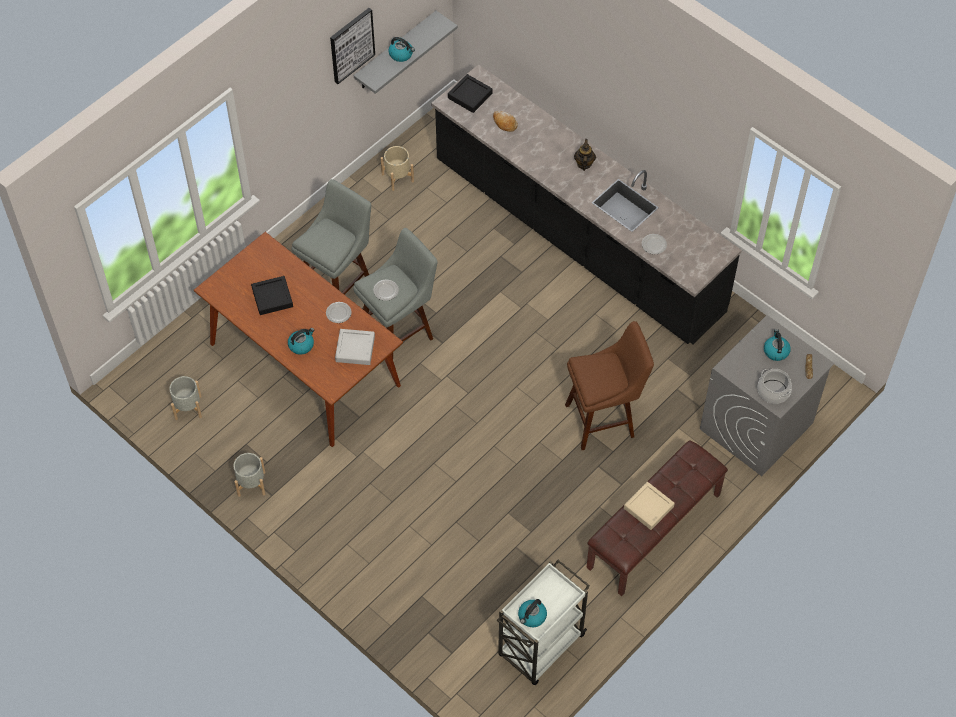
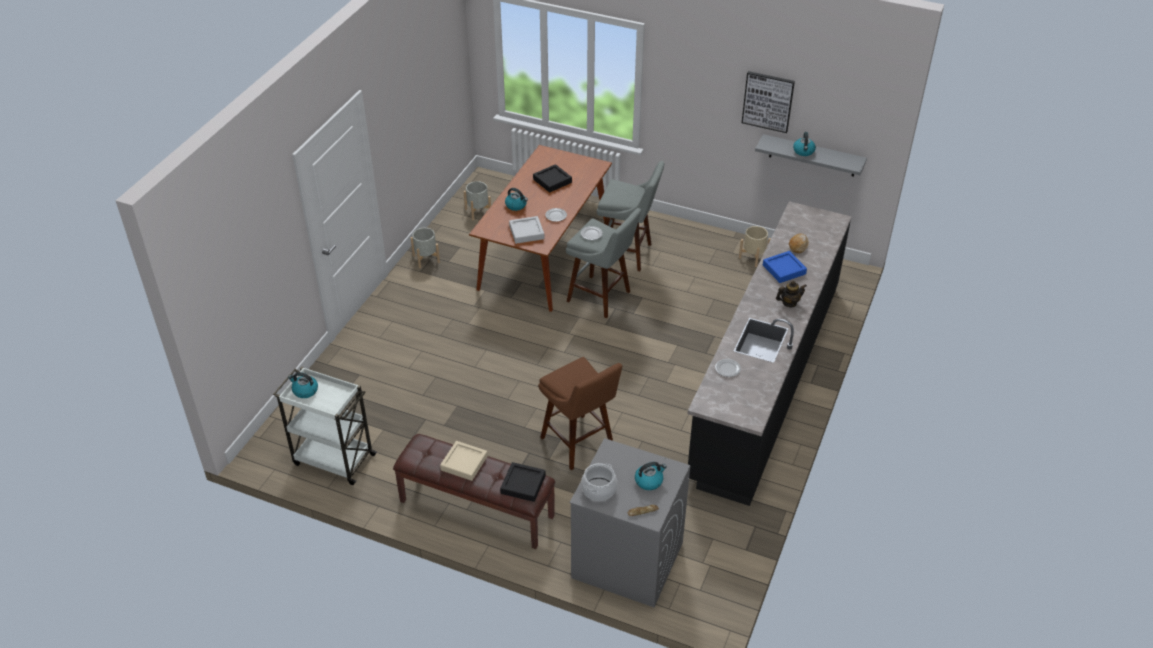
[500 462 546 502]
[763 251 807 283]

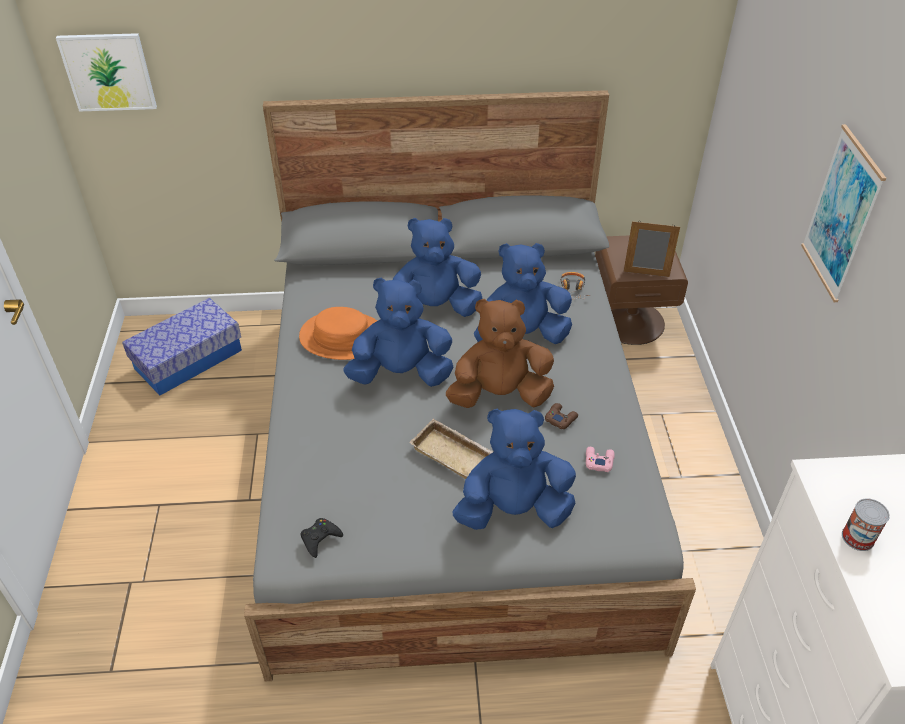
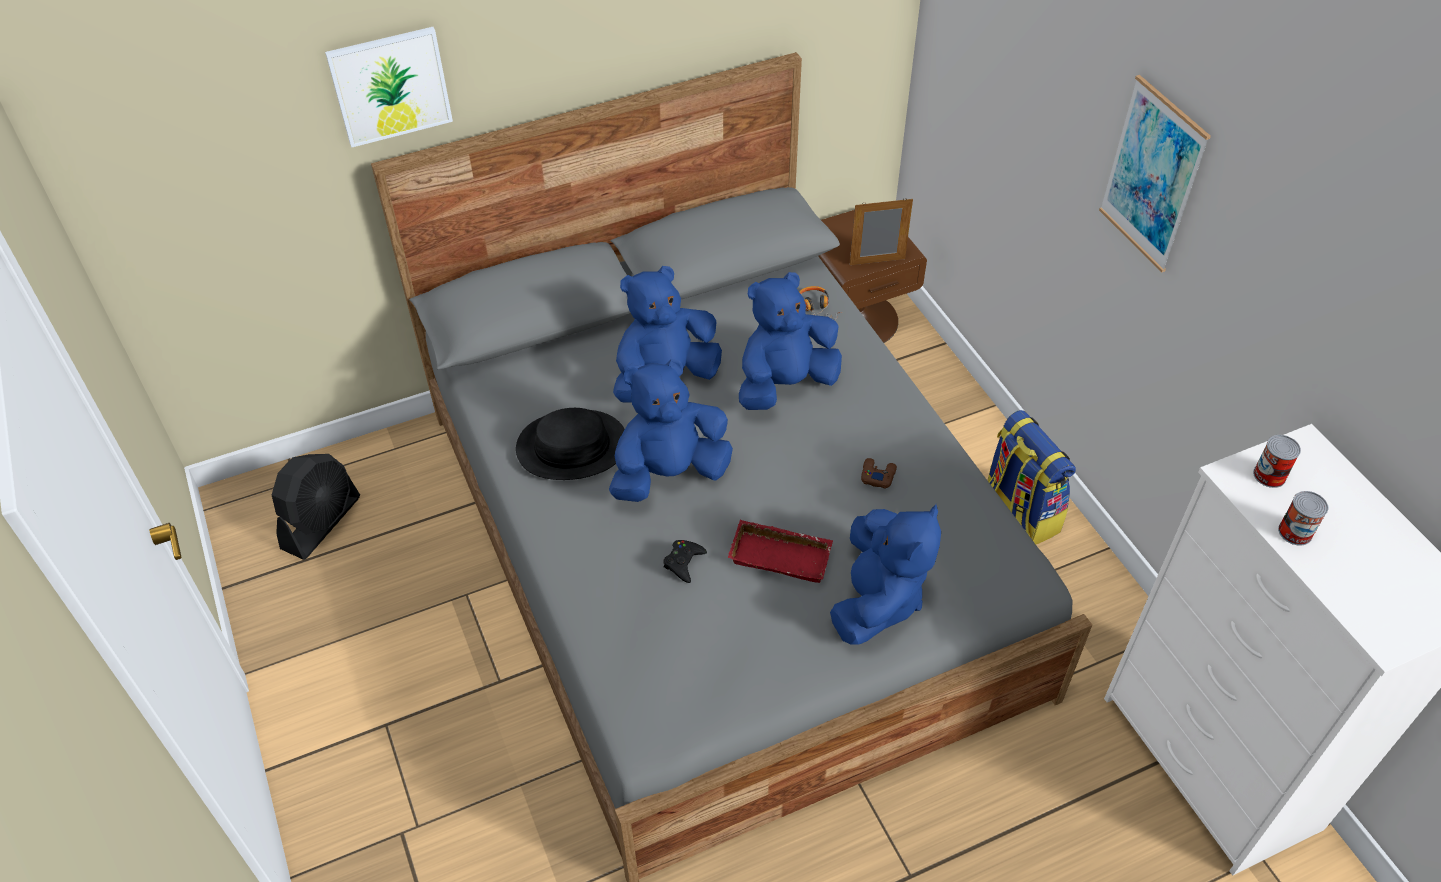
[272 454 360 560]
[325 27 453 148]
[516 408 625 480]
[663 540 707 583]
[728 520 833 583]
[830 504 941 645]
[988 410 1076 544]
[1253 435 1301 488]
[446 299 554 408] (first image)
[586 447 615 472] (first image)

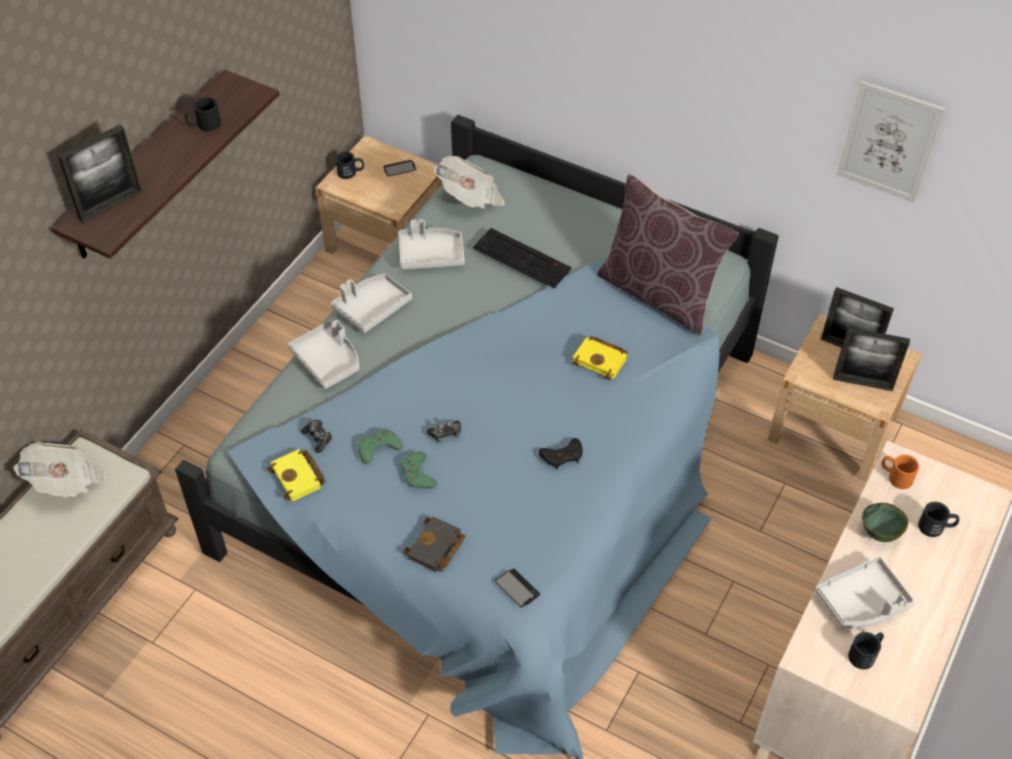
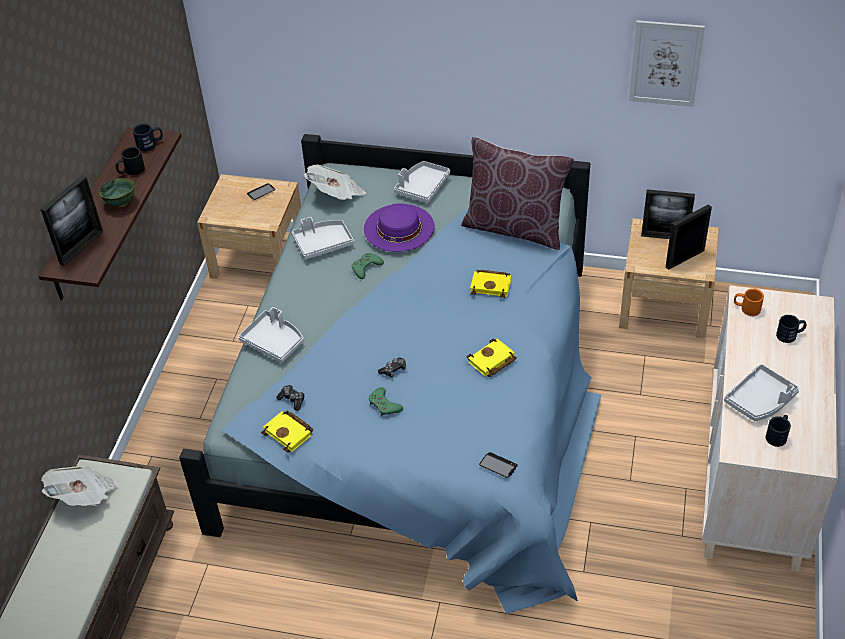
[98 178 135 207]
[133 123 163 151]
[352 253 384 279]
[364 203 435 252]
[394 161 450 203]
[467 339 517 377]
[666 204 712 270]
[403 516 466 572] (first image)

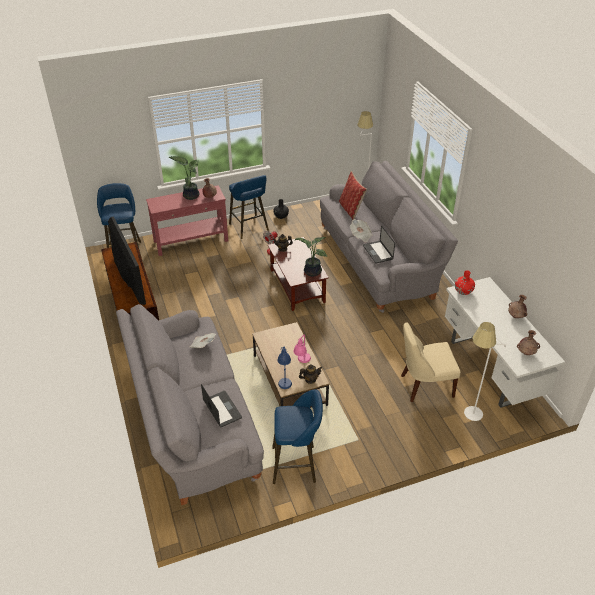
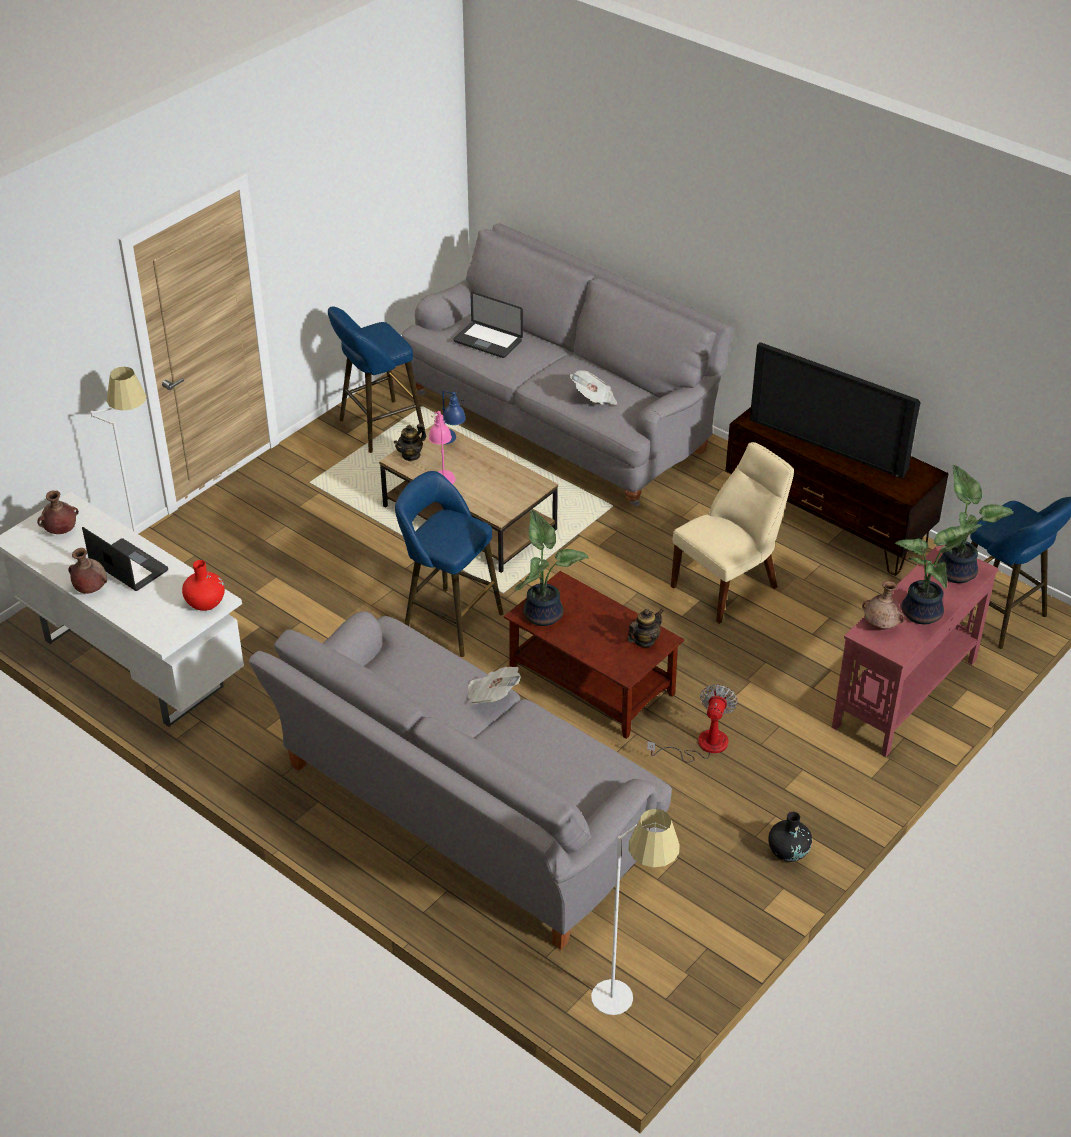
[82 527 168 591]
[395 471 504 657]
[671 442 794 624]
[937 465 1013 583]
[339 171 367 220] (first image)

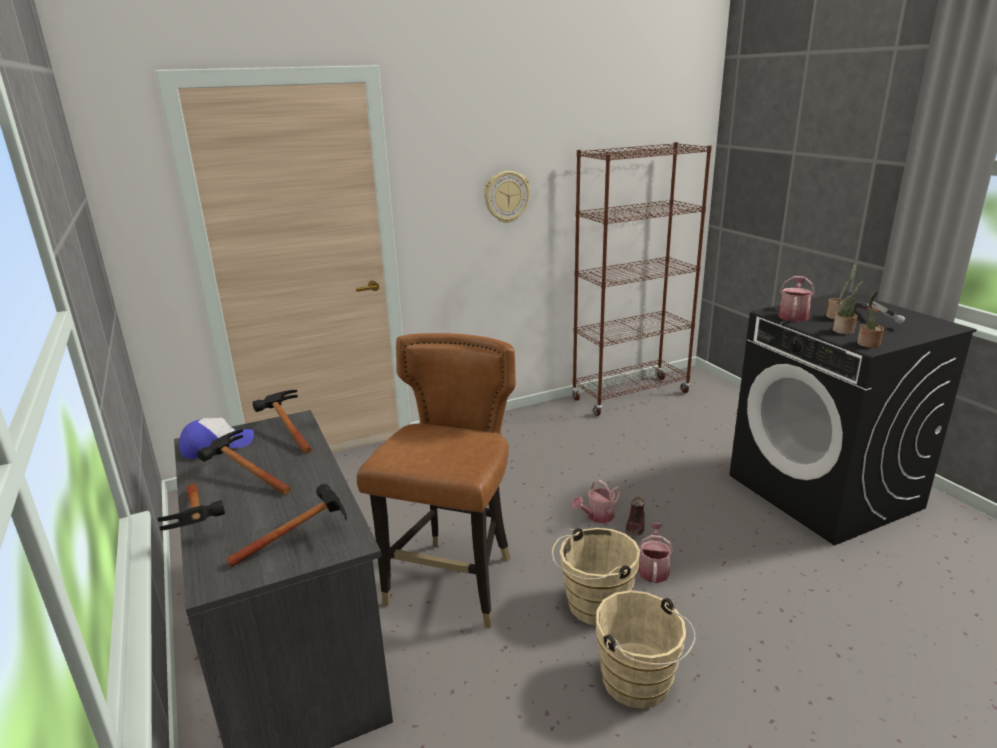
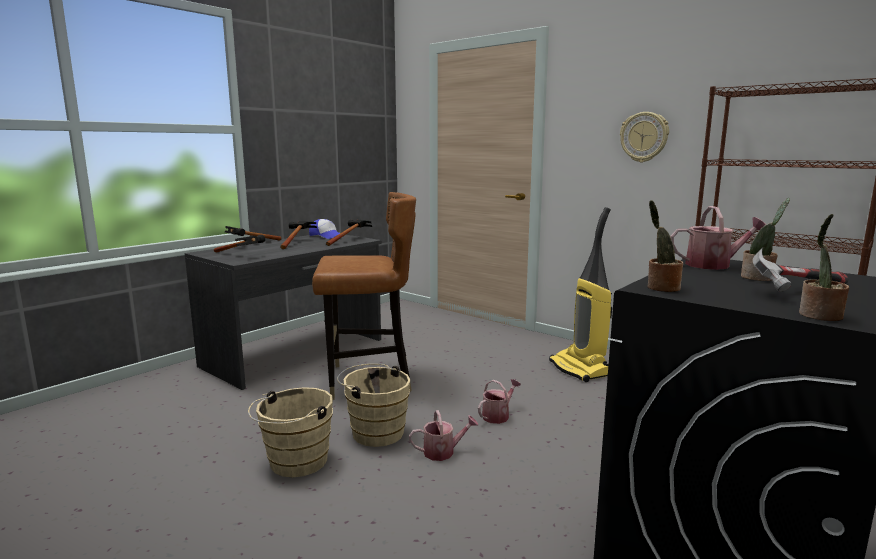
[478 379 521 424]
[549 207 612 382]
[799 214 849 321]
[625 497 645 536] (first image)

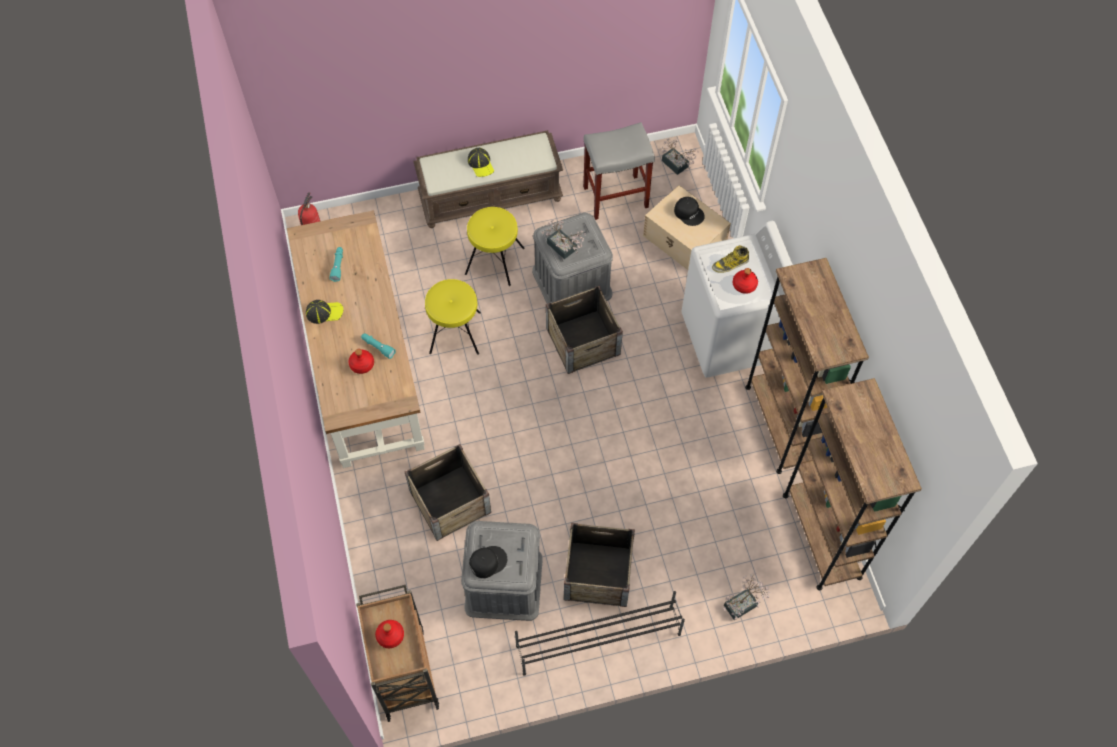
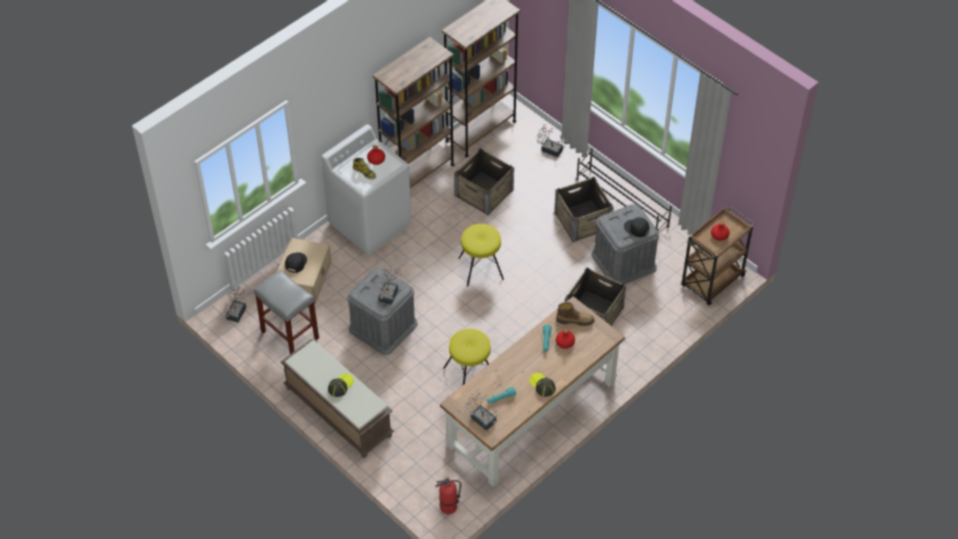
[454 148 514 215]
[459 224 504 287]
[464 389 501 431]
[556 302 595 326]

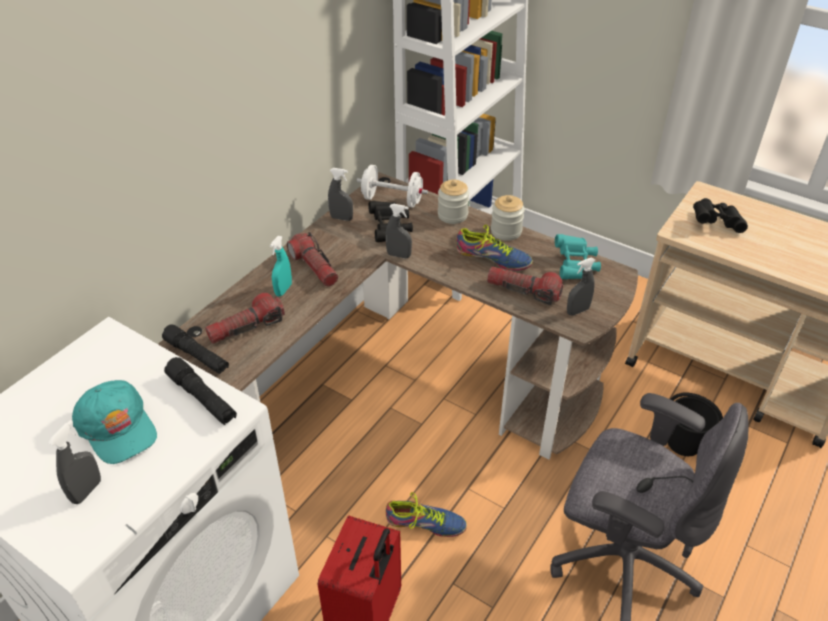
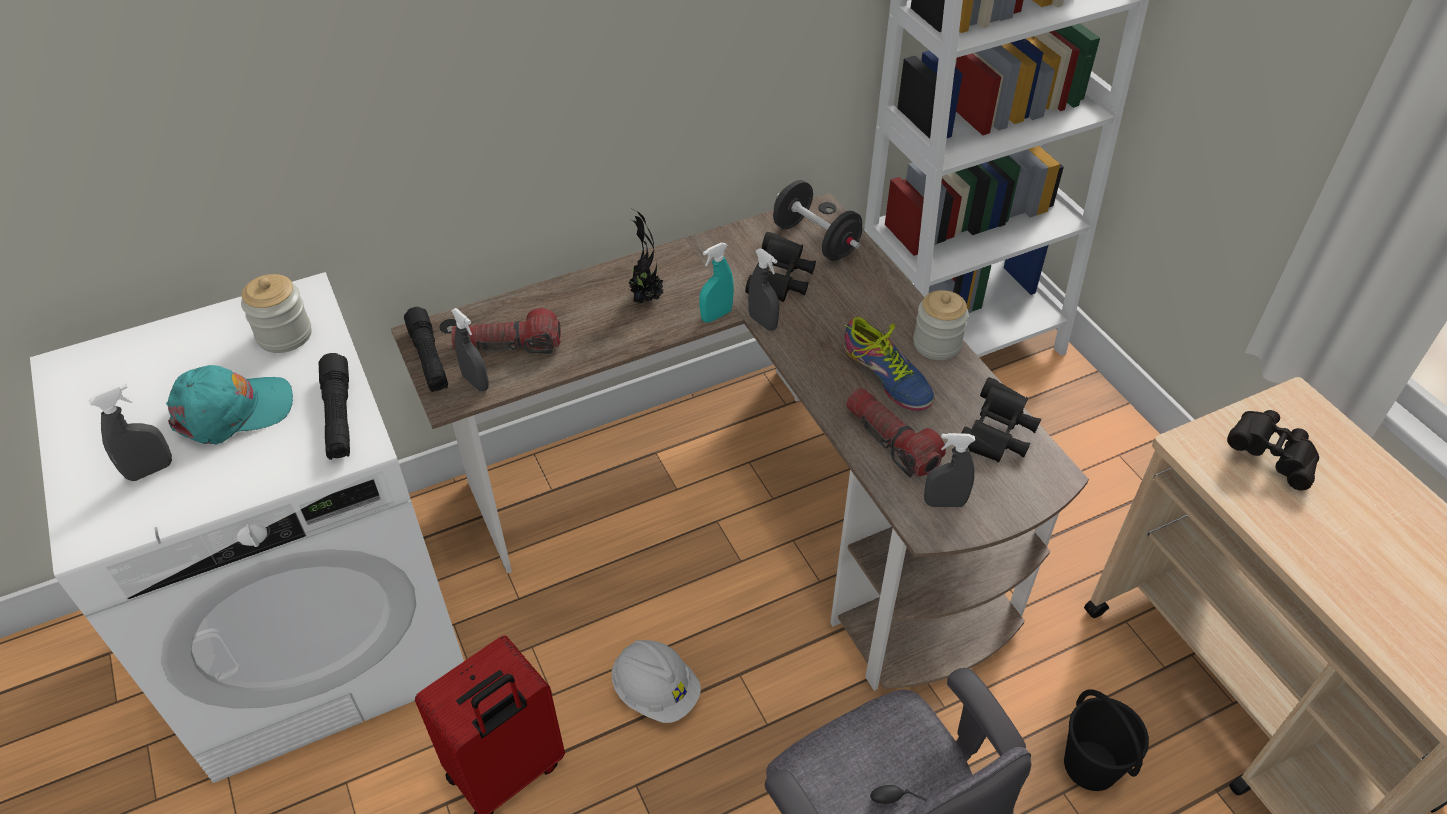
[166 365 293 444]
[241 274 312 353]
[451 308 489 391]
[612 640 701 723]
[627 208 664 303]
[699 243 734 323]
[773 180 862 261]
[961 377 1041 462]

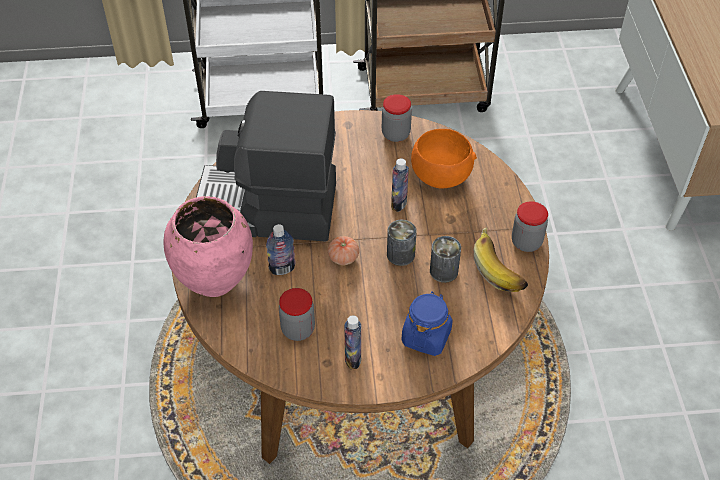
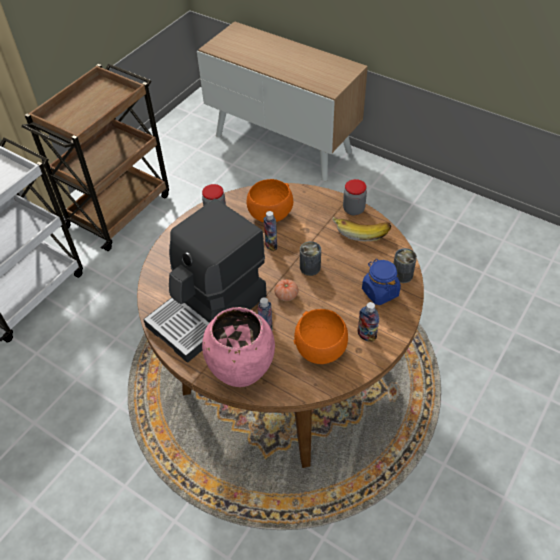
[294 309 348 364]
[393 248 417 283]

